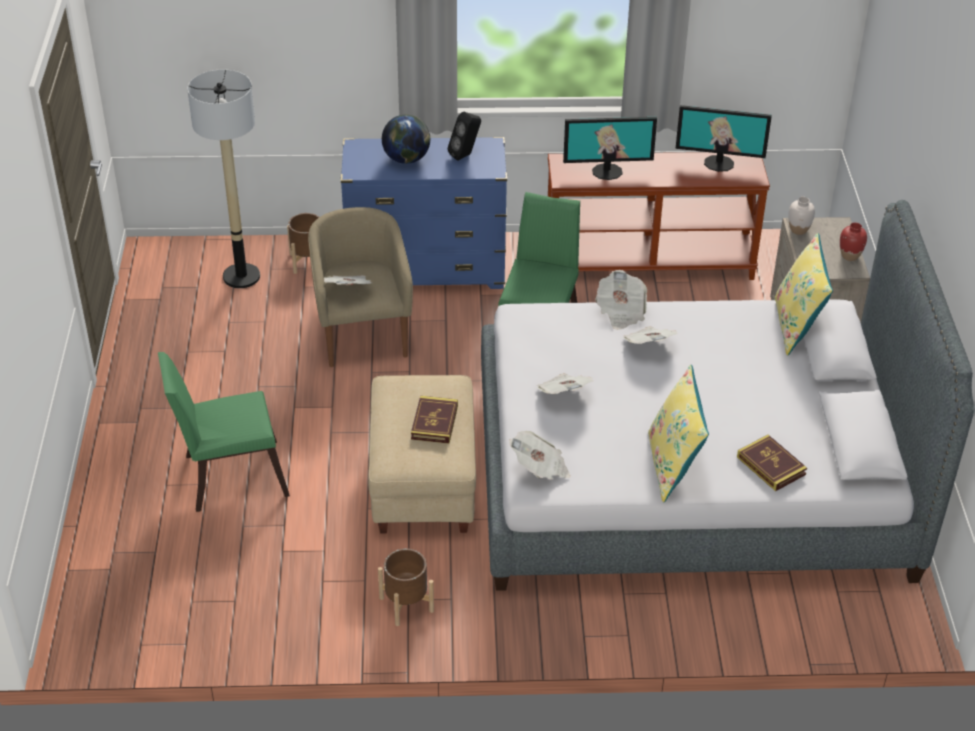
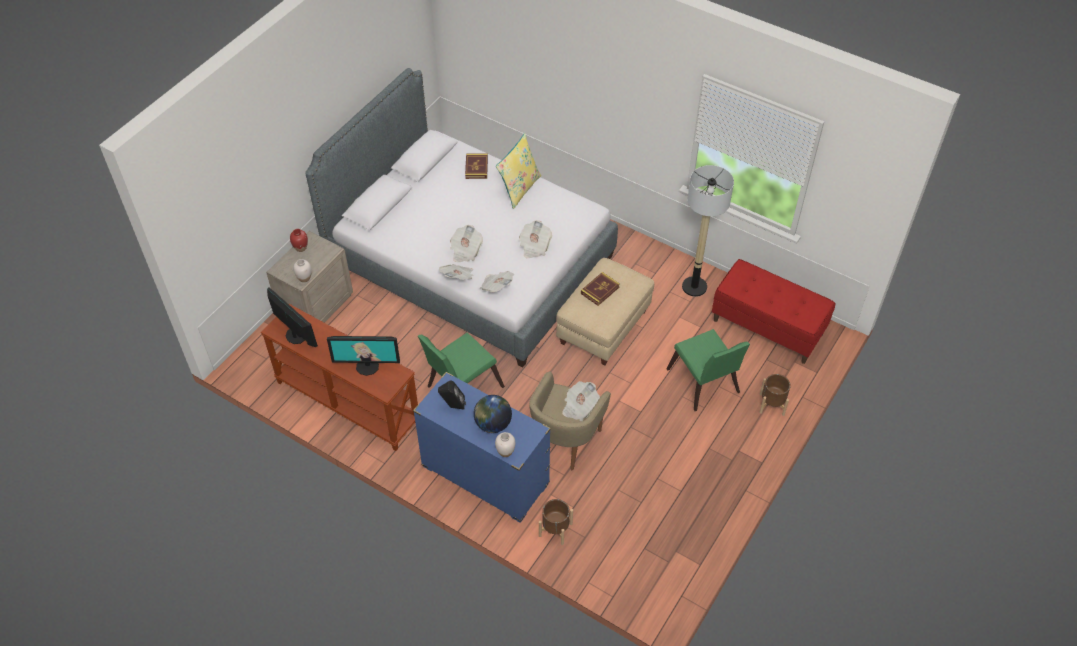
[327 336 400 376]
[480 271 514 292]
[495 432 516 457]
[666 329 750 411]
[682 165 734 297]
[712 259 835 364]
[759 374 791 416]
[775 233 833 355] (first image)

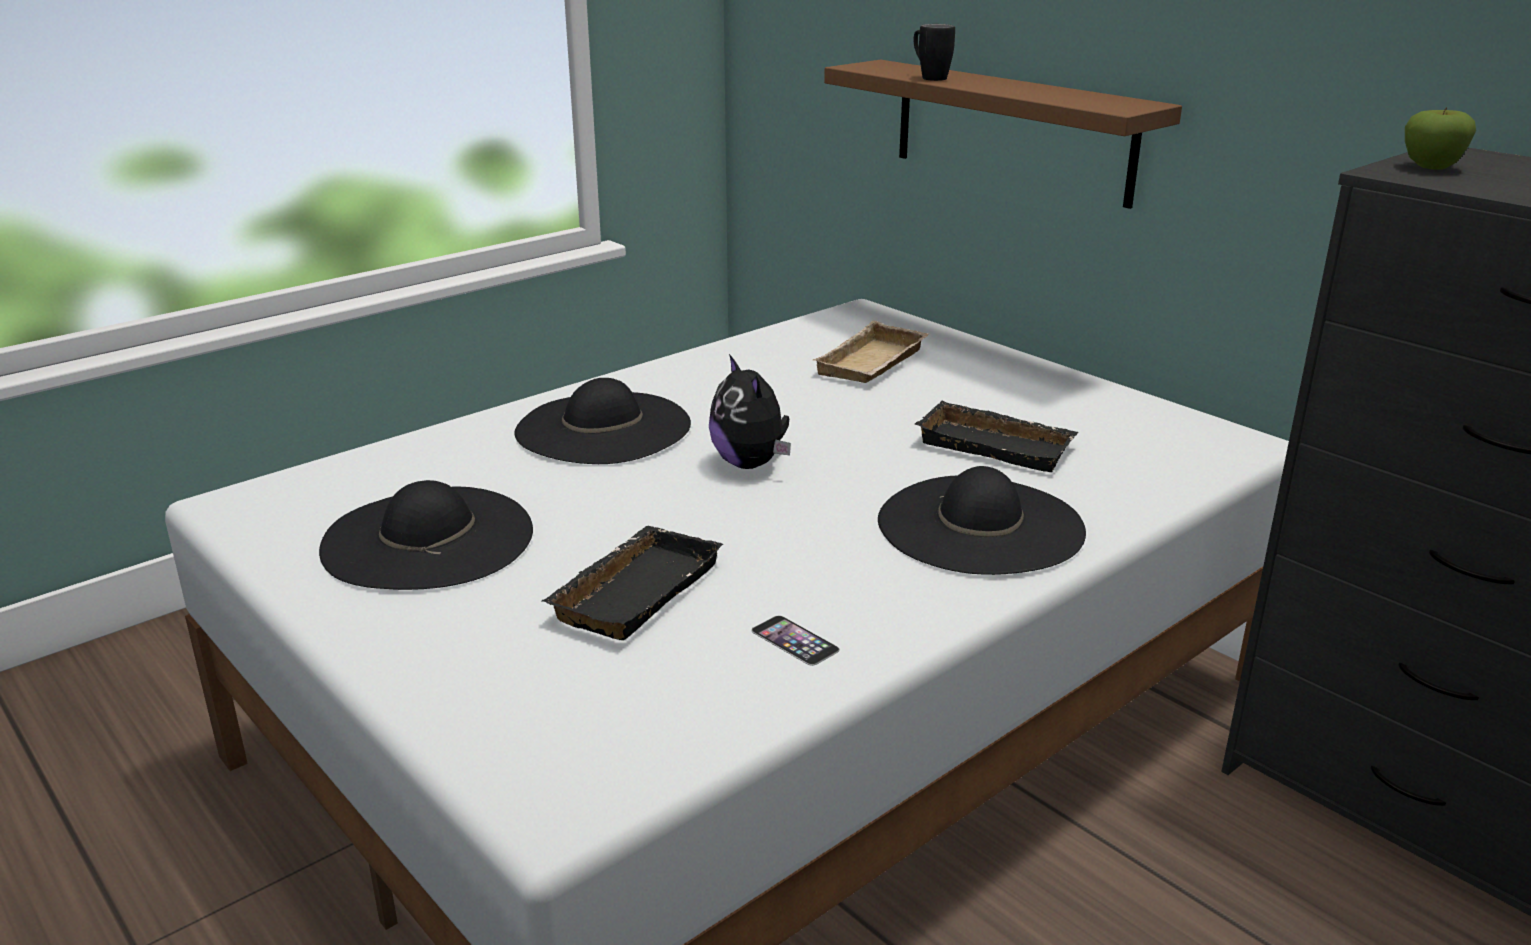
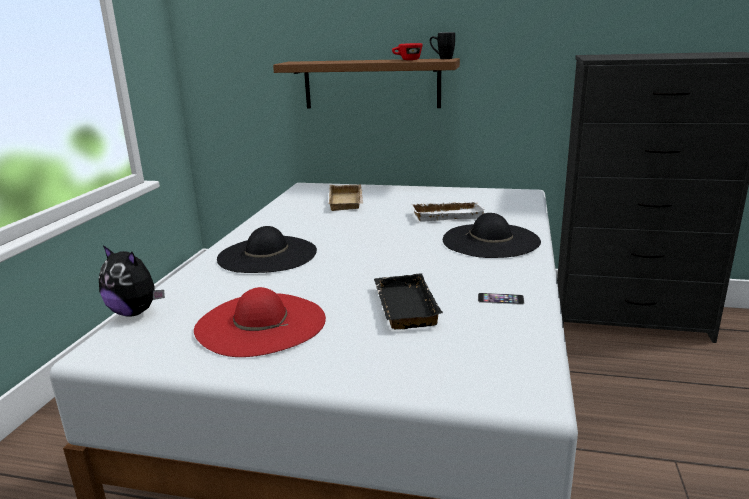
[99 245 165 317]
[194 287 326 357]
[392 43 423 60]
[411 201 486 222]
[430 32 455 59]
[1405 107 1476 170] (first image)

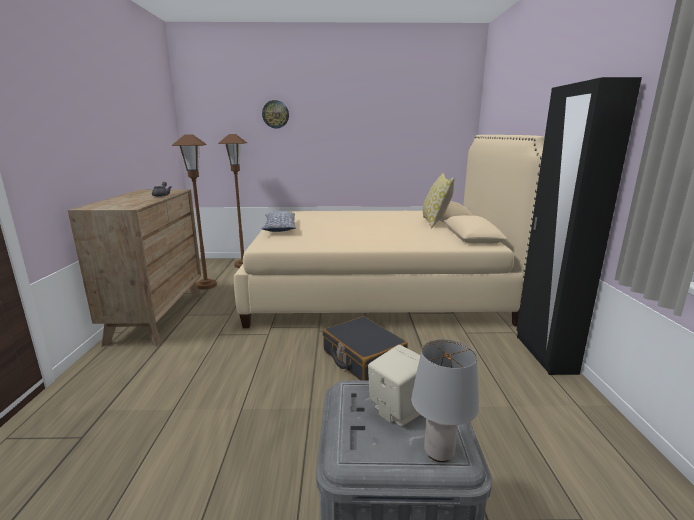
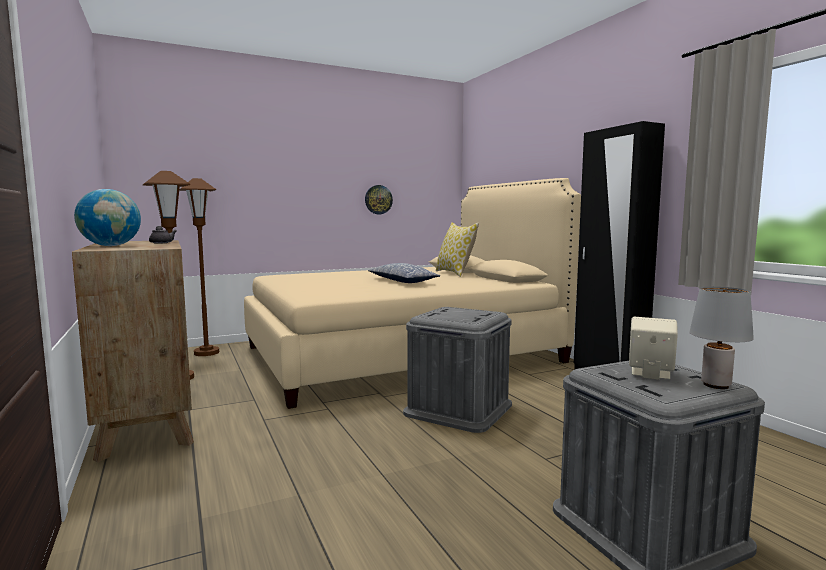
[74 189 141 246]
[365 185 393 214]
[368 263 440 283]
[403 307 512 433]

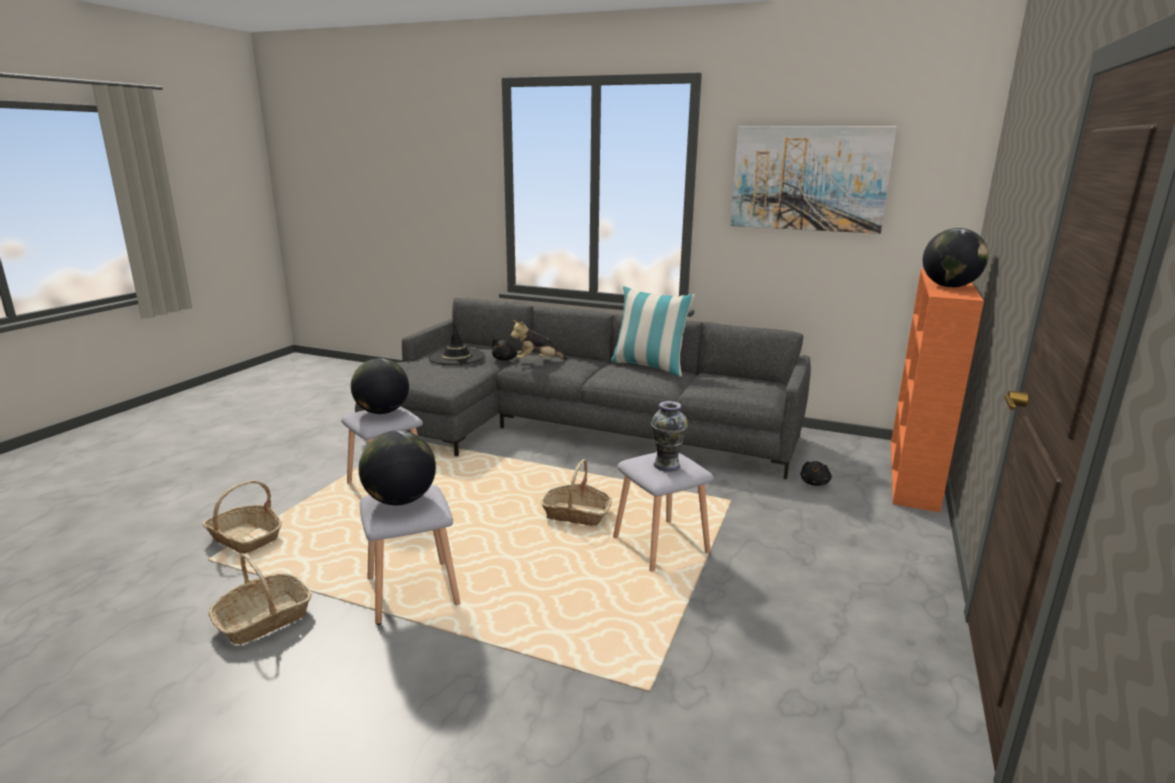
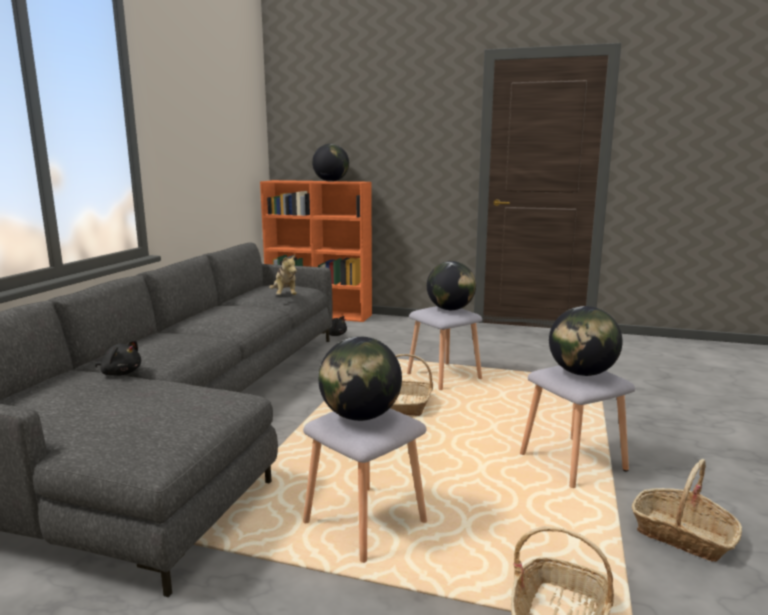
[269 255 297 295]
[427 261 476 310]
[428 325 485 365] (first image)
[611 286 695 377] (first image)
[731 126 897 234] (first image)

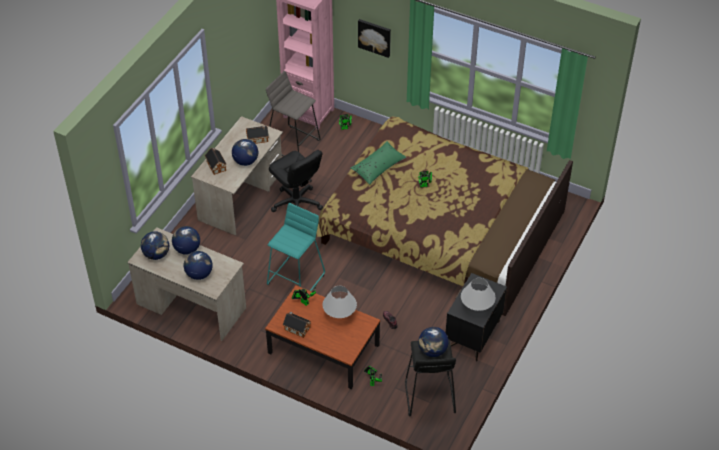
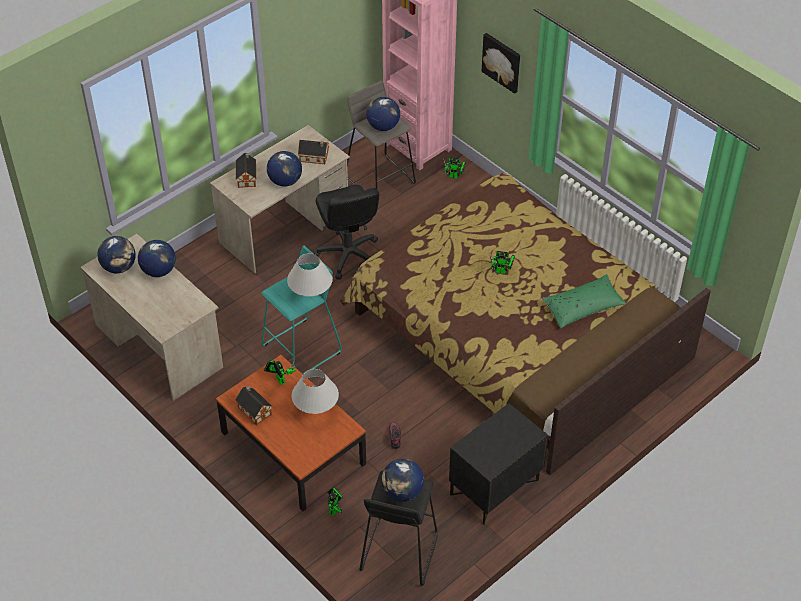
[287 253 333 296]
[366 97 400 131]
[542 274 626 329]

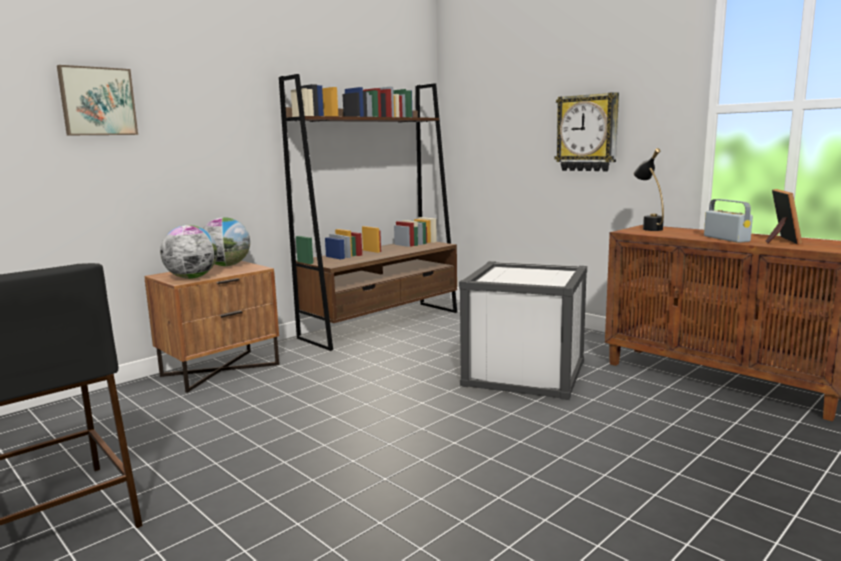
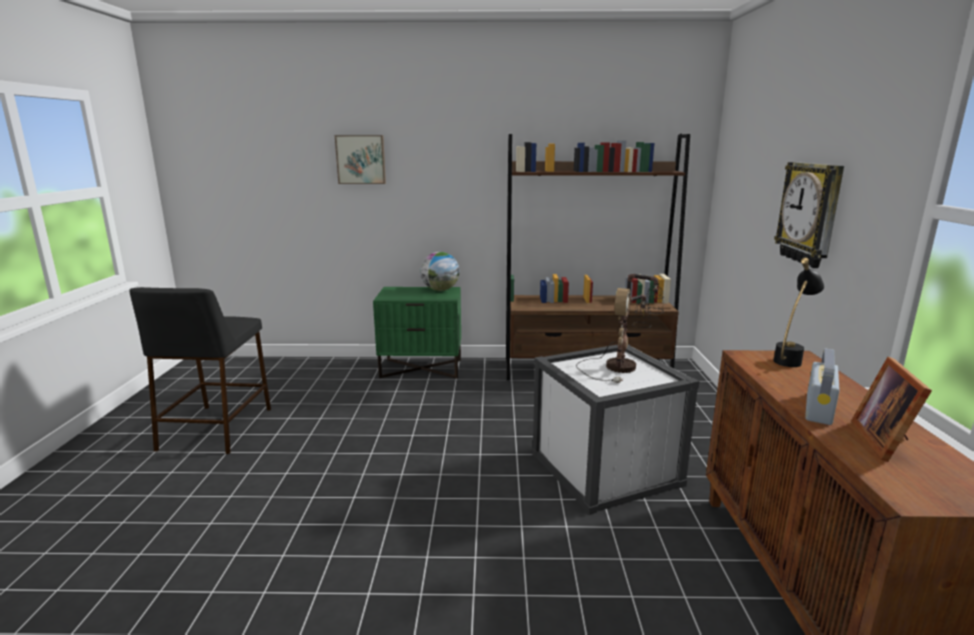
[373 287 461 379]
[576 274 664 383]
[851 357 932 462]
[160 225 217 279] (first image)

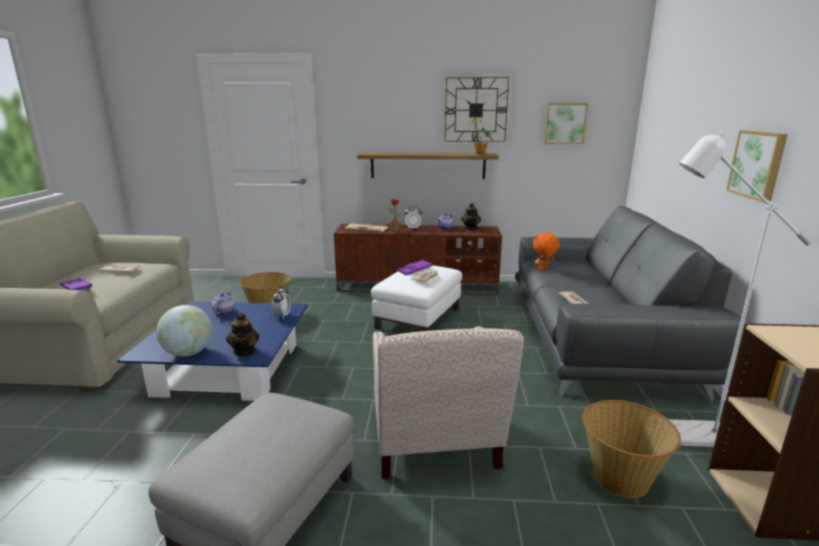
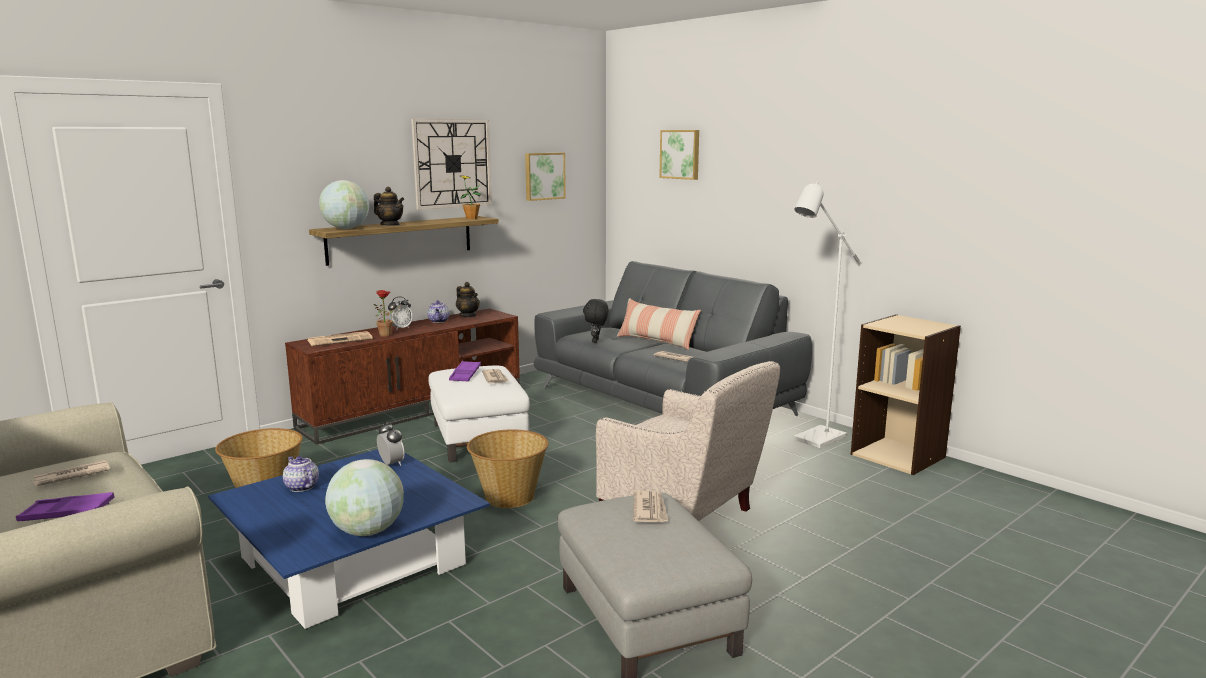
[319 180 369 229]
[374 187 404 226]
[467 429 549 508]
[583 299 609 343]
[617 298 701 350]
[633 491 668 523]
[659 130 699 180]

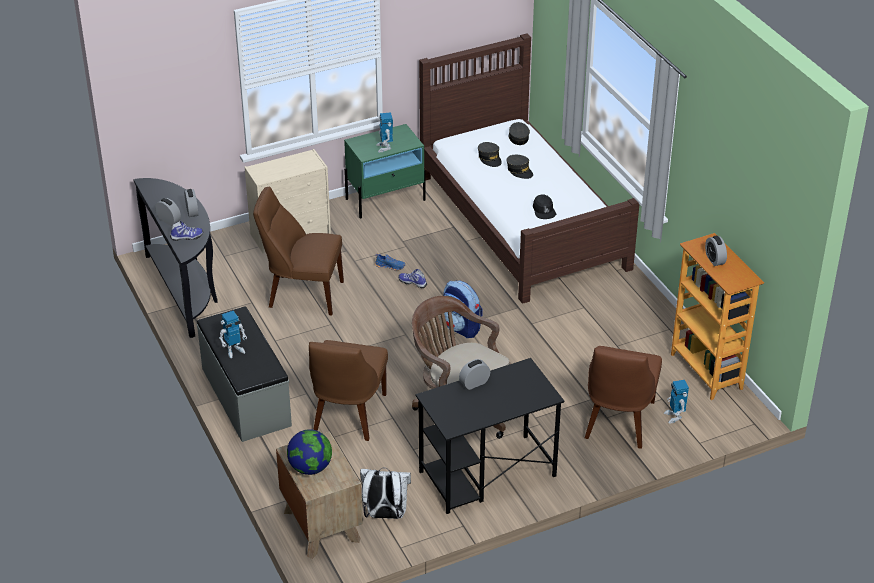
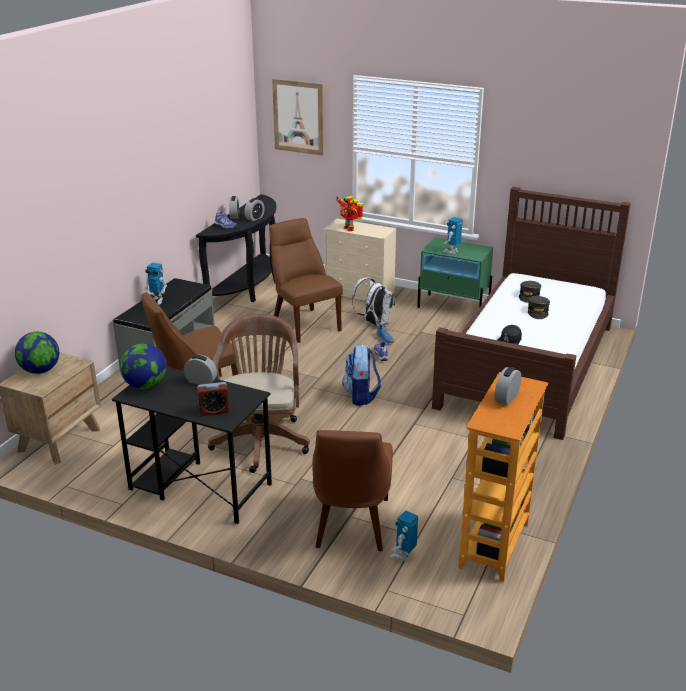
[120 343 167 389]
[197 382 229 416]
[272 79 324 156]
[312 430 393 551]
[336 196 363 231]
[352 277 395 327]
[508 122 530 145] (first image)

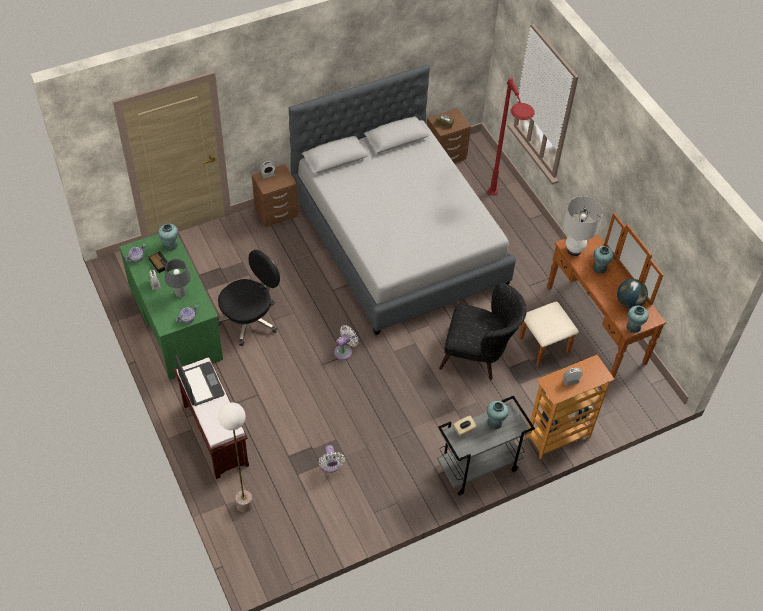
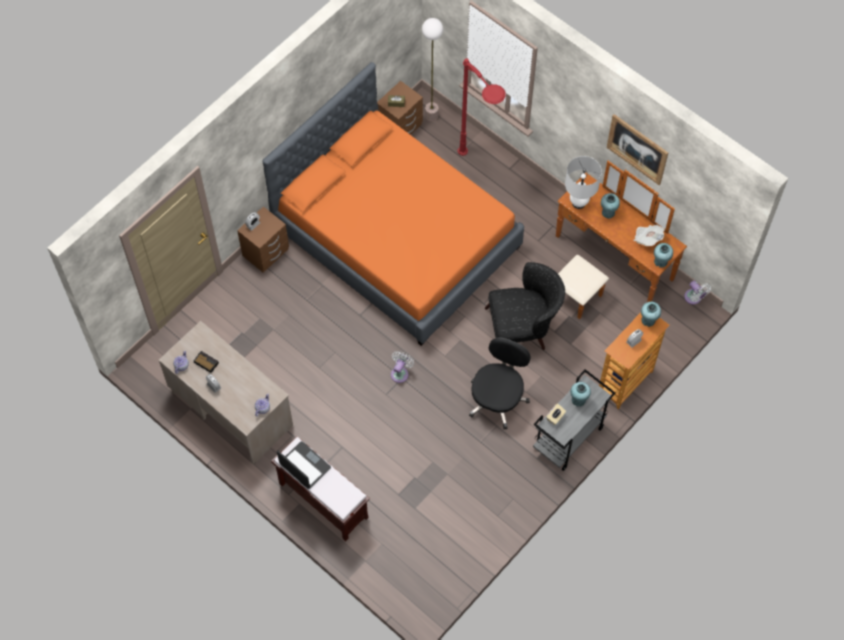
[158 321 293 465]
[262 62 524 346]
[422 18 443 121]
[469 338 531 429]
[607 114 668 185]
[634 225 665 246]
[641 302 661 327]
[684 280 711 305]
[165 259 191 297] (first image)

